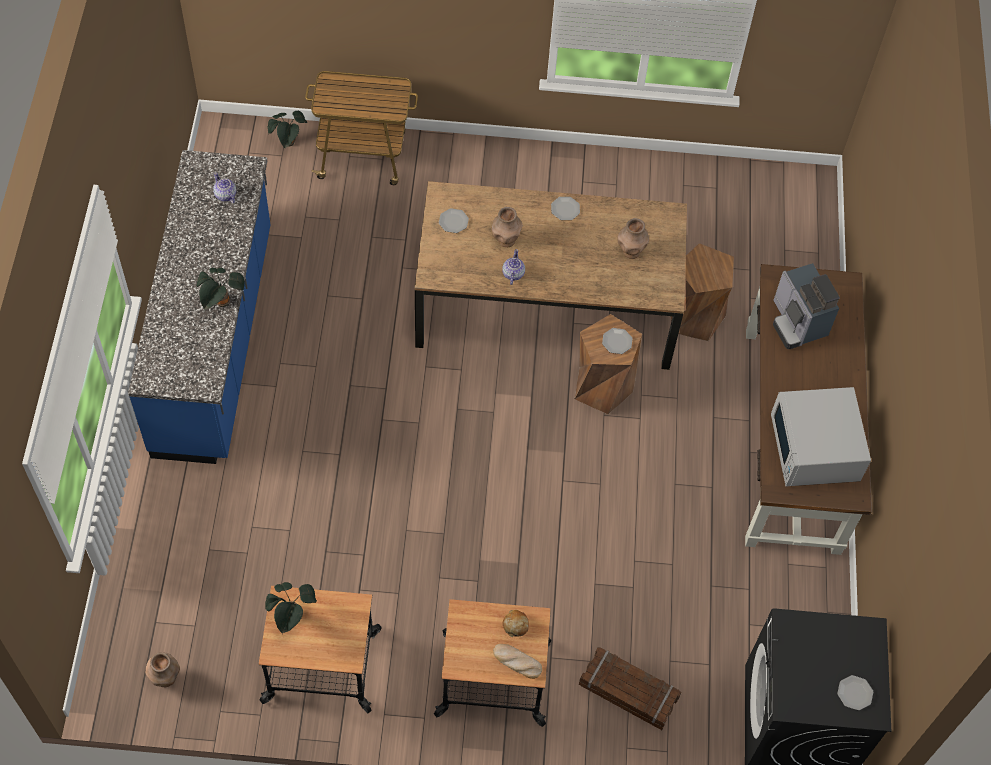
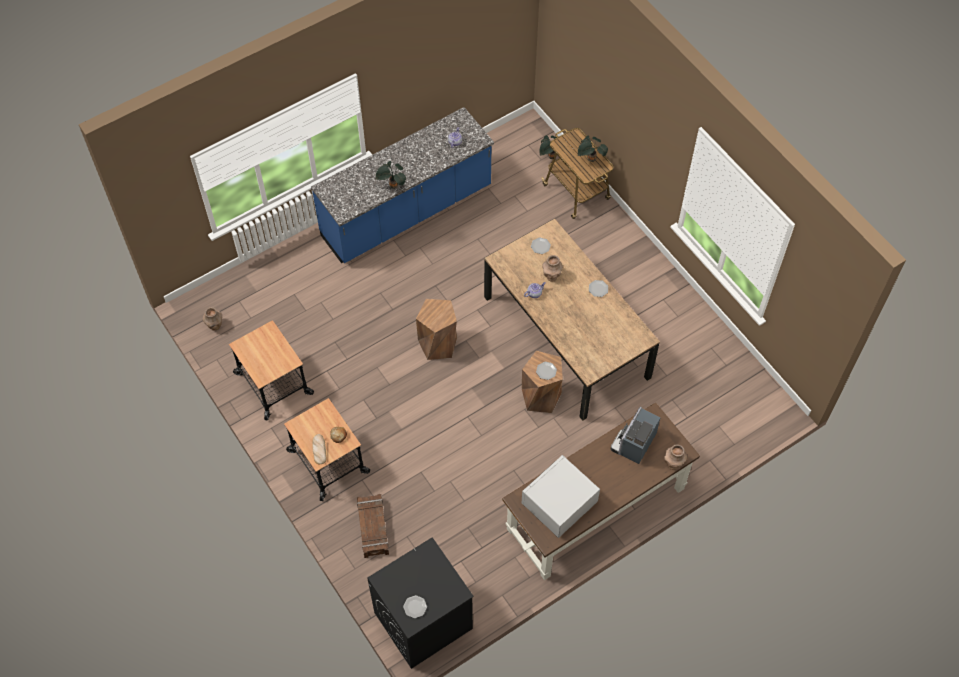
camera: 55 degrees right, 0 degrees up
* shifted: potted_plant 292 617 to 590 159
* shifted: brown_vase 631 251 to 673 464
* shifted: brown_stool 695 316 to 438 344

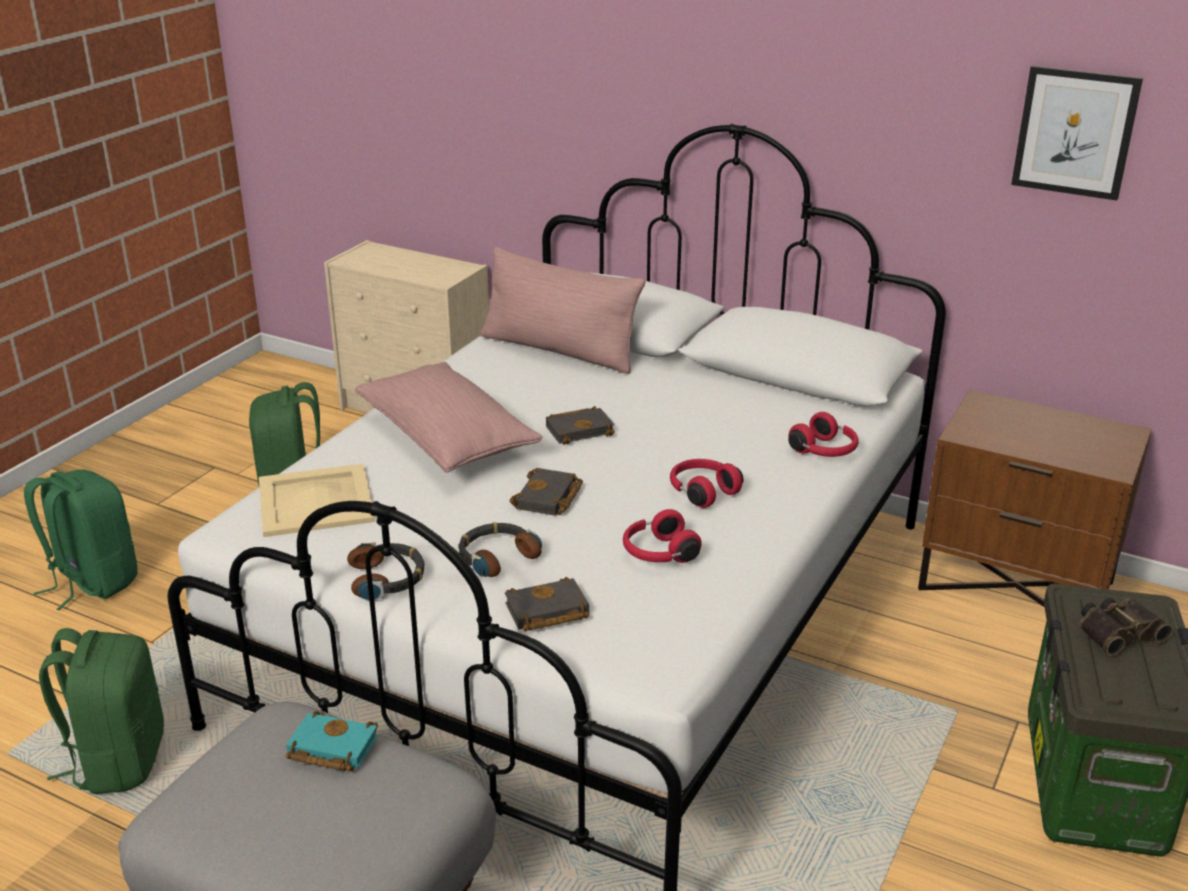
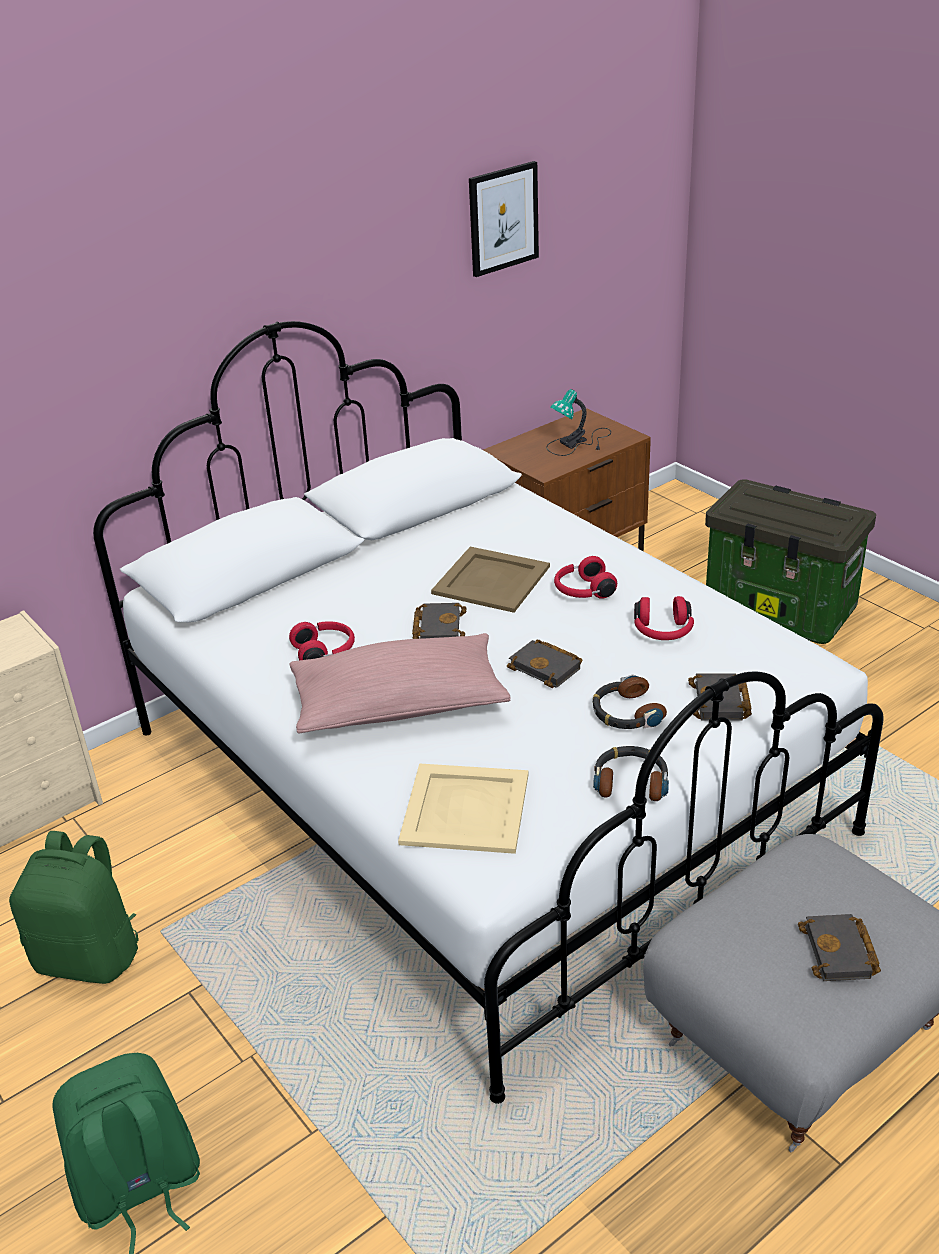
camera: 65 degrees left, 5 degrees up
* gone: green_backpack 118 761
* gone: turquoise_book 329 748
* gone: pink_pillow 559 350
* shifted: red_headphones 825 451 to 325 652
* gone: binoculars 1118 631
* new: beige_tray 490 580
* new: table_lamp 579 442
* new: black_book 841 954

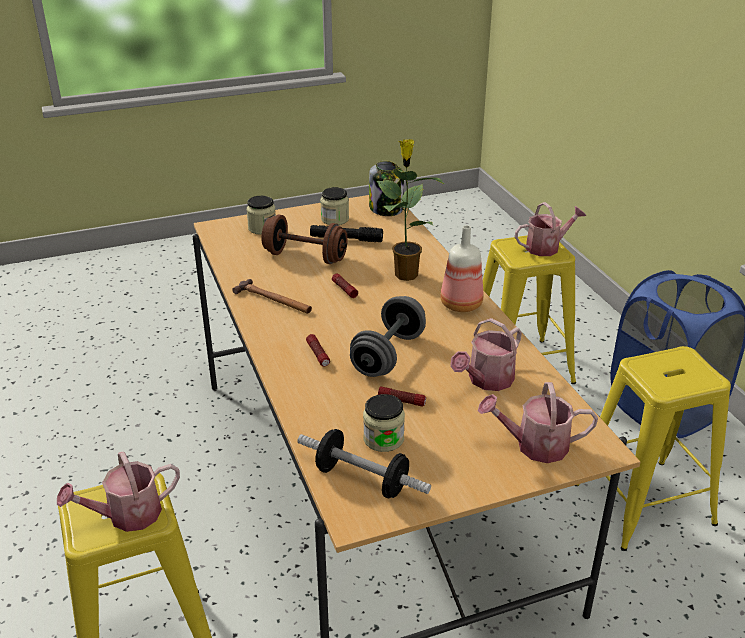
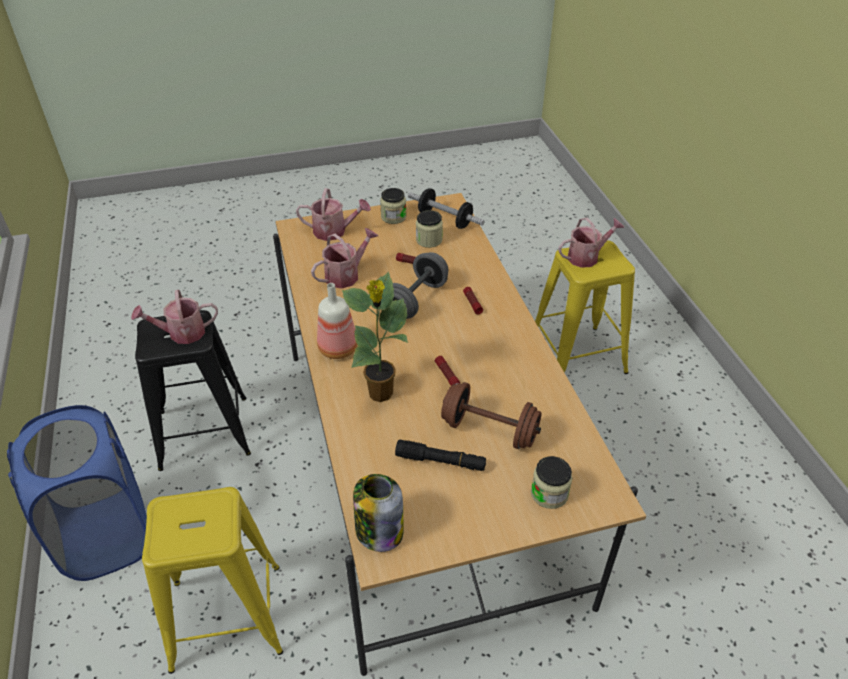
camera: 175 degrees left, 10 degrees up
* gone: hammer 273 300
* shifted: jar 335 219 to 393 217
* shifted: watering_can 546 247 to 181 333
* repainted: yellow_stool 643 504 to black_stool 204 432

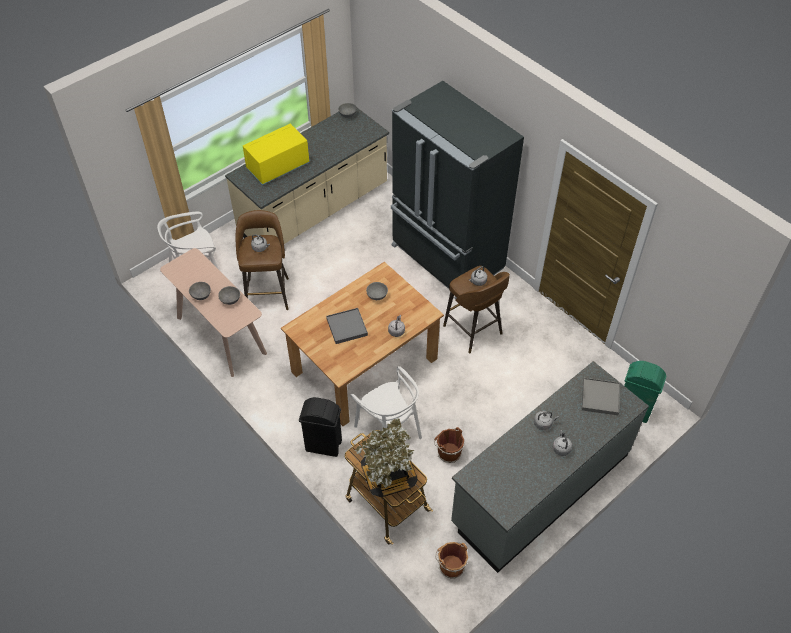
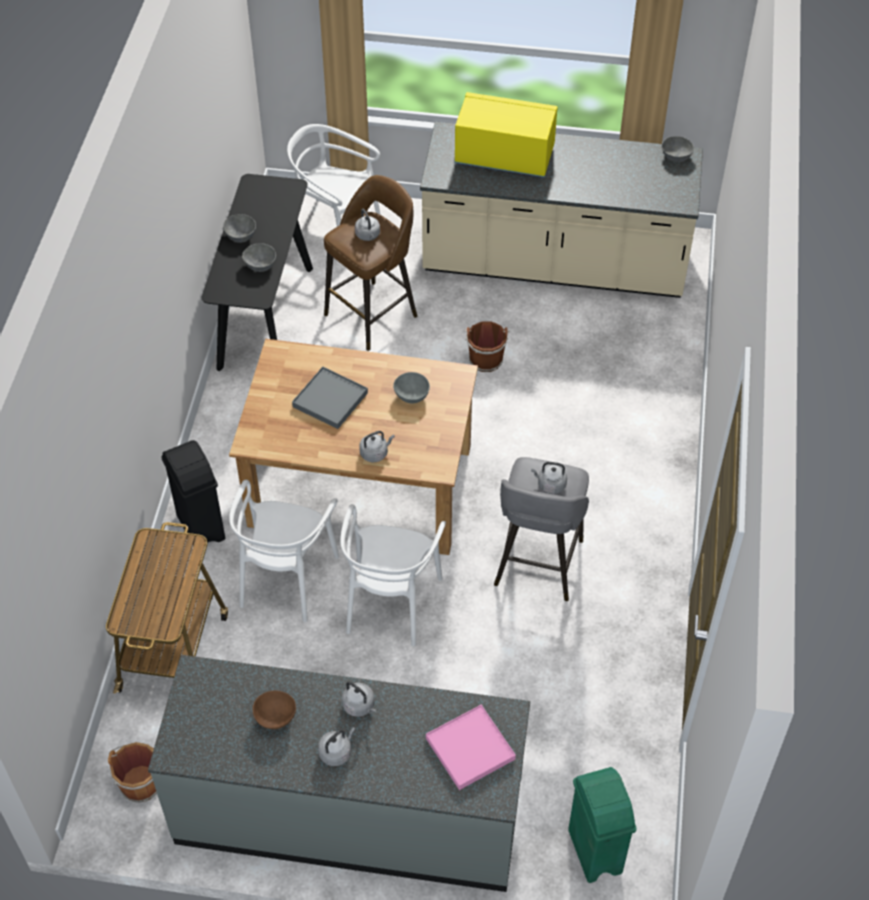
camera: 50 degrees right, 0 degrees up
* repainted: beige_console_table 220 335 to black_console_table 265 317
* gone: potted_plant 388 475
* gone: black_fridge 446 258
* shifted: brown_bucket 448 452 to 485 358
* repainted: brown_stool 473 331 to grey_stool 537 565
* repainted: grey_tray 600 397 to pink_tray 470 749
* new: brown_bowl 276 718
* new: white_chair 390 602

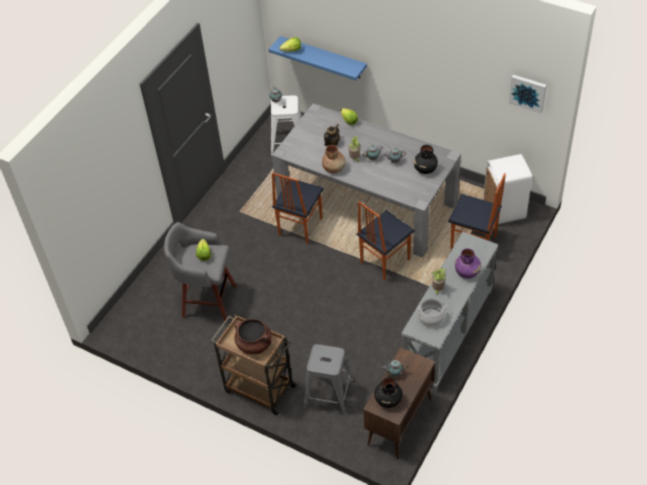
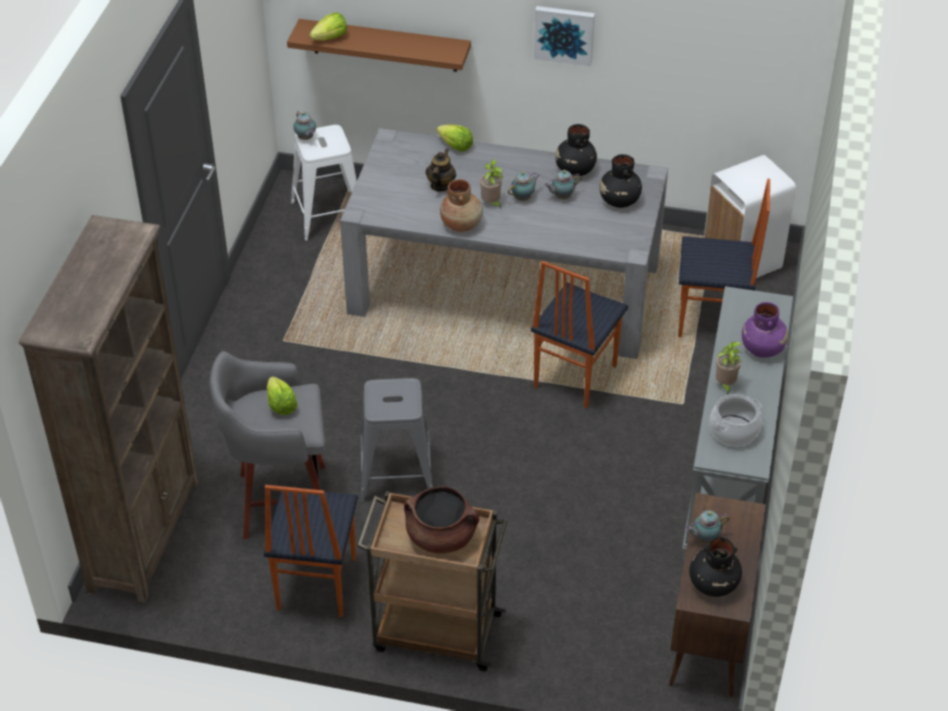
camera: 20 degrees left, 5 degrees down
* repainted: blue_shelf 323 57 to brown_shelf 385 45
* shifted: chair 299 227 to 315 584
* shifted: grey_stool 329 393 to 397 473
* shifted: picture 528 92 to 564 34
* new: brown_bookcase 145 534
* new: black_vase 575 170

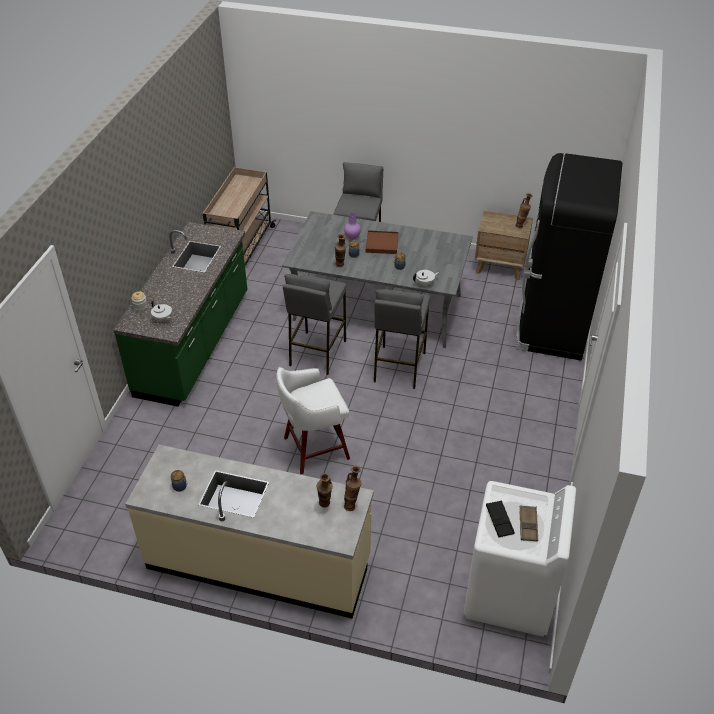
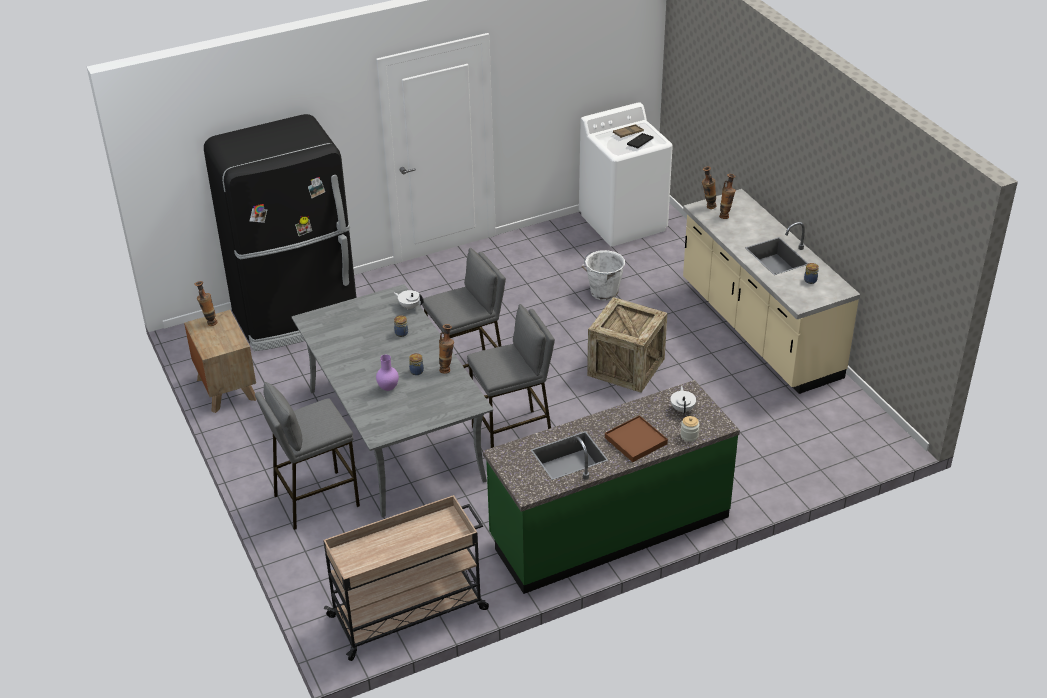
camera: 130 degrees left, 5 degrees down
* swapped: white_stool 314 448 to crate 626 367
* shifted: brown_tray 382 244 to 635 441
* new: white_bucket 603 292

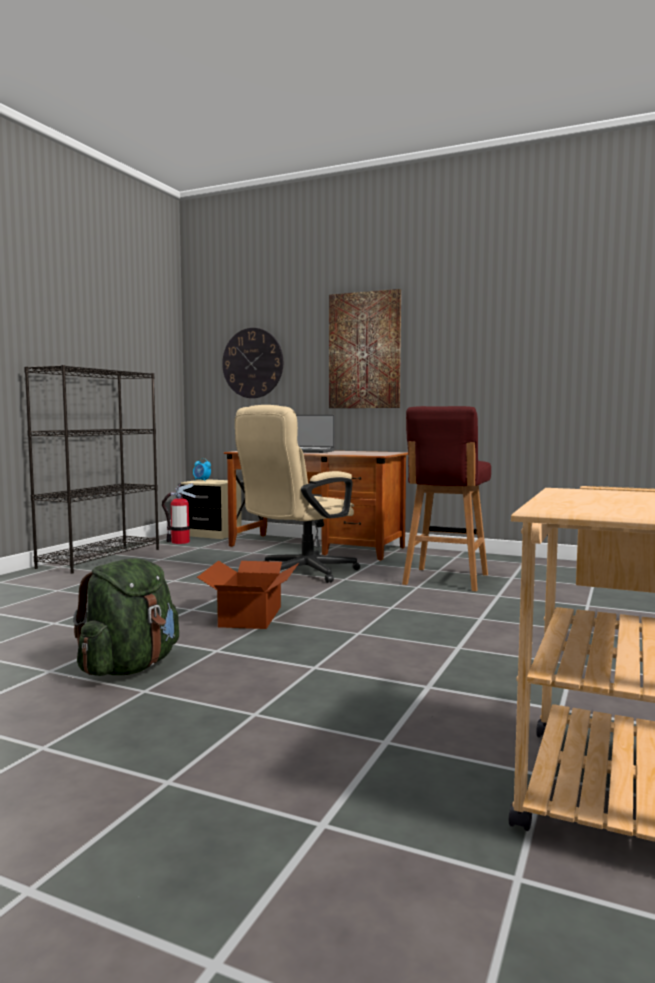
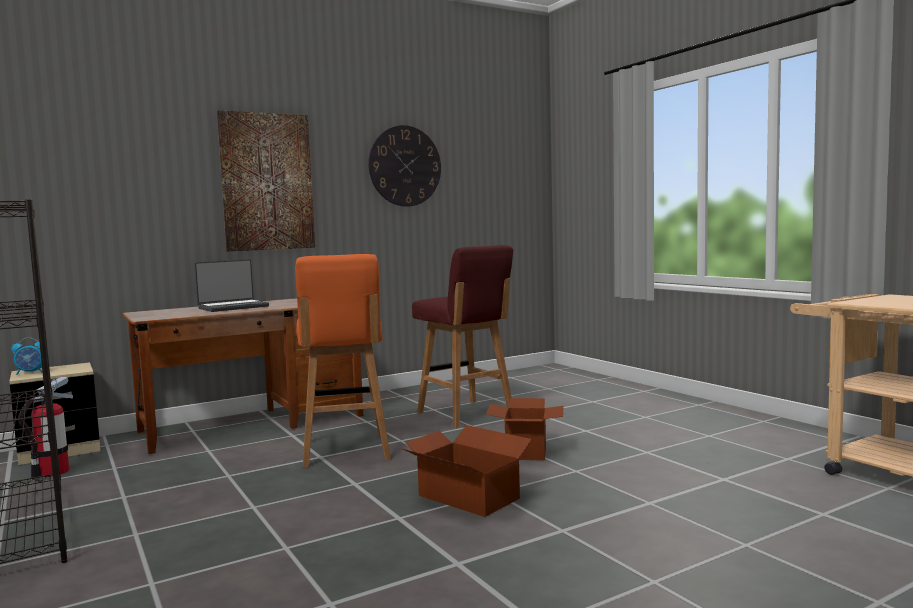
camera: 55 degrees left, 0 degrees up
* gone: green_backpack 130 667
* shifted: wall_clock 252 363 to 405 166
* swapped: beige_office_chair 298 573 to orange_stool 345 451
* new: cardboard_box 526 453

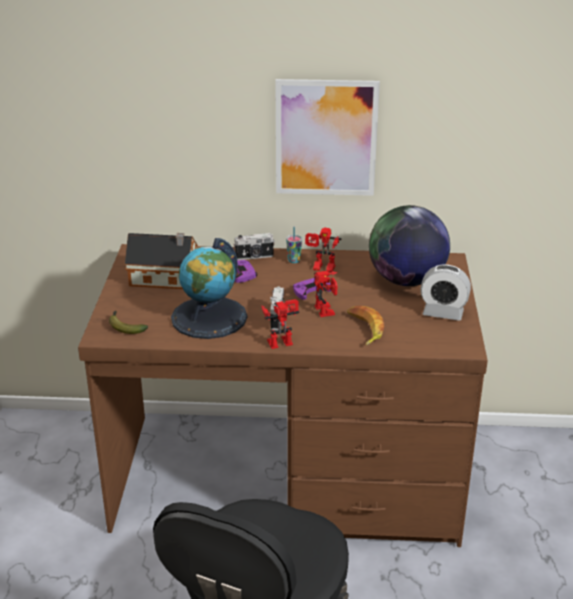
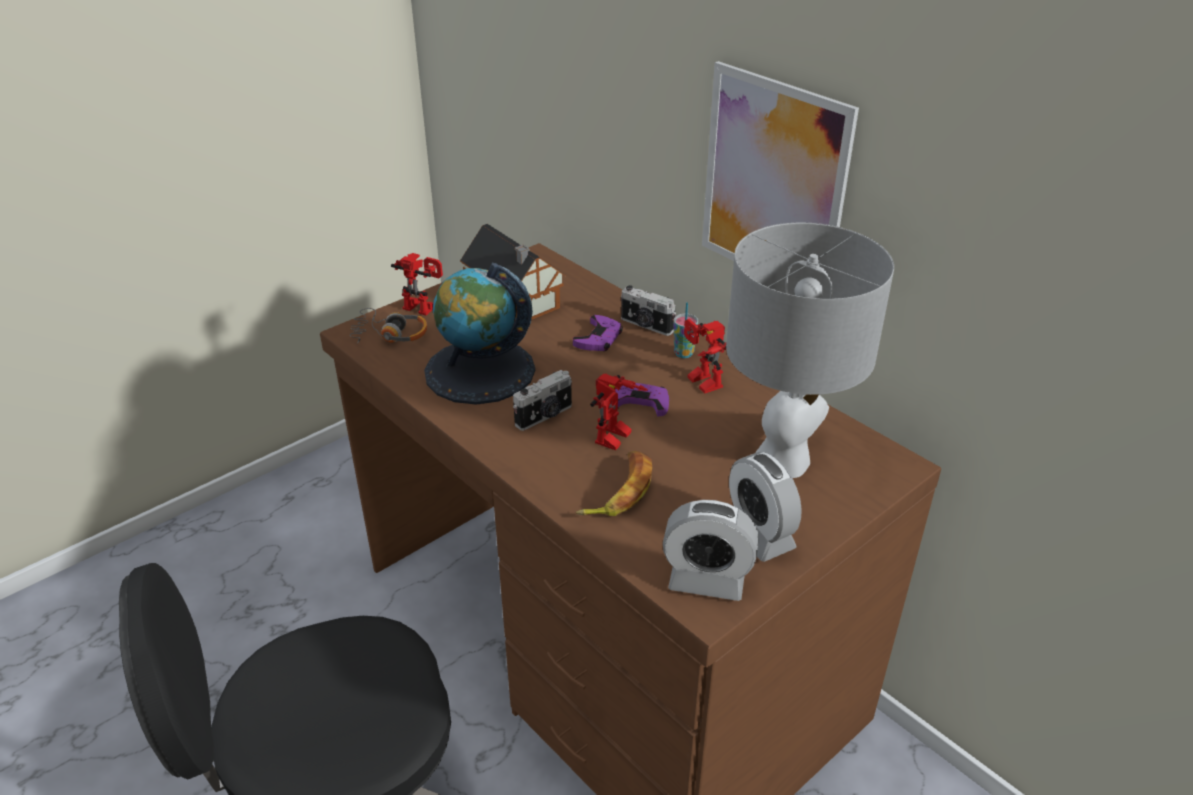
camera: 45 degrees right, 5 degrees up
* swapped: banana 125 326 to headphones 390 335
* shifted: toy_robot 280 340 to 424 306
* swapped: globe 406 280 to grey_table_lamp 784 458
* new: alarm_clock 706 581

